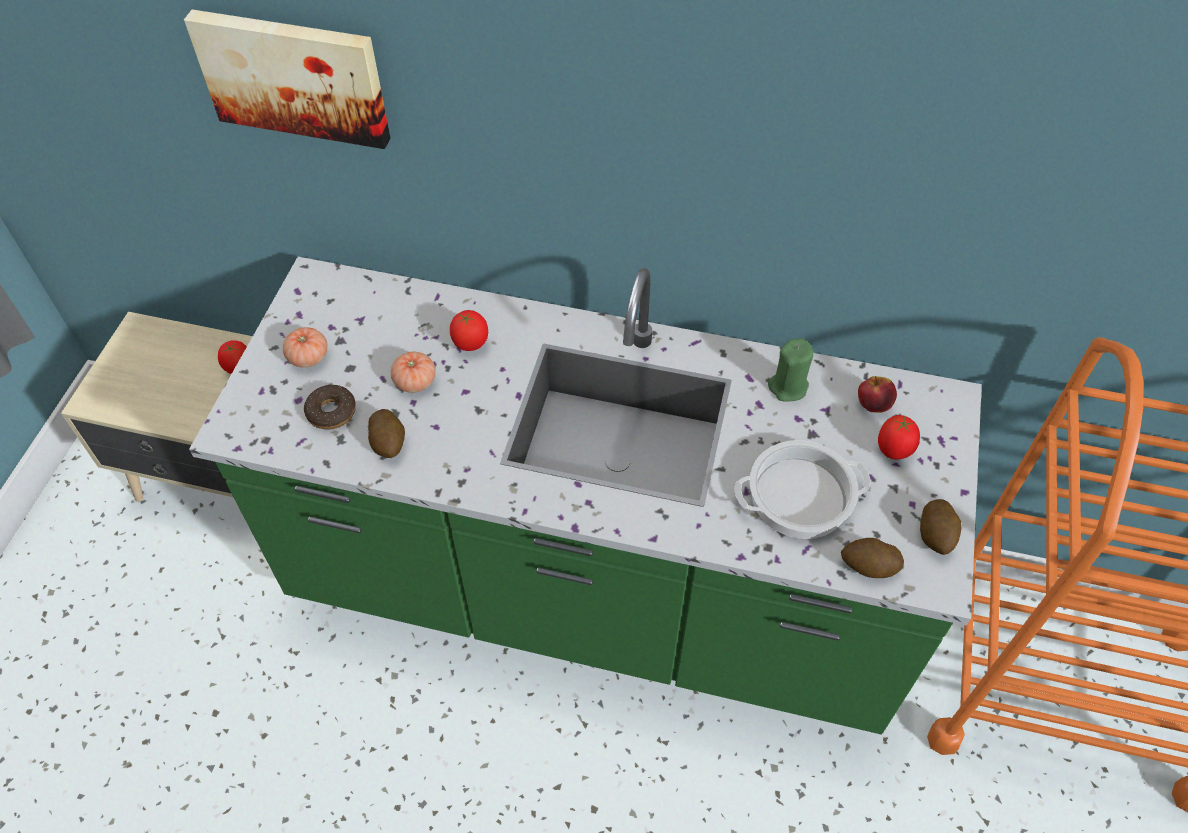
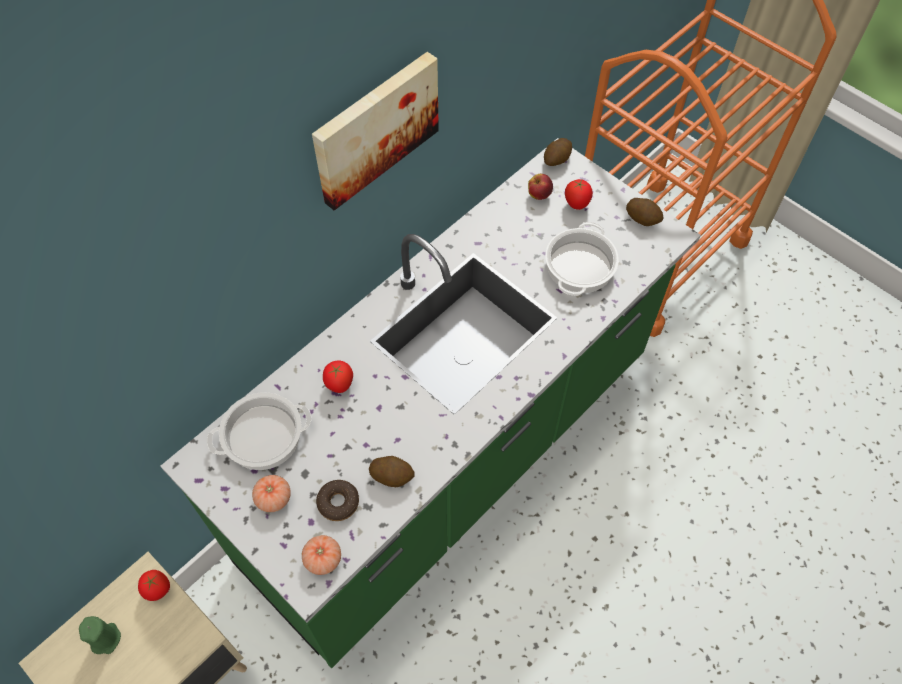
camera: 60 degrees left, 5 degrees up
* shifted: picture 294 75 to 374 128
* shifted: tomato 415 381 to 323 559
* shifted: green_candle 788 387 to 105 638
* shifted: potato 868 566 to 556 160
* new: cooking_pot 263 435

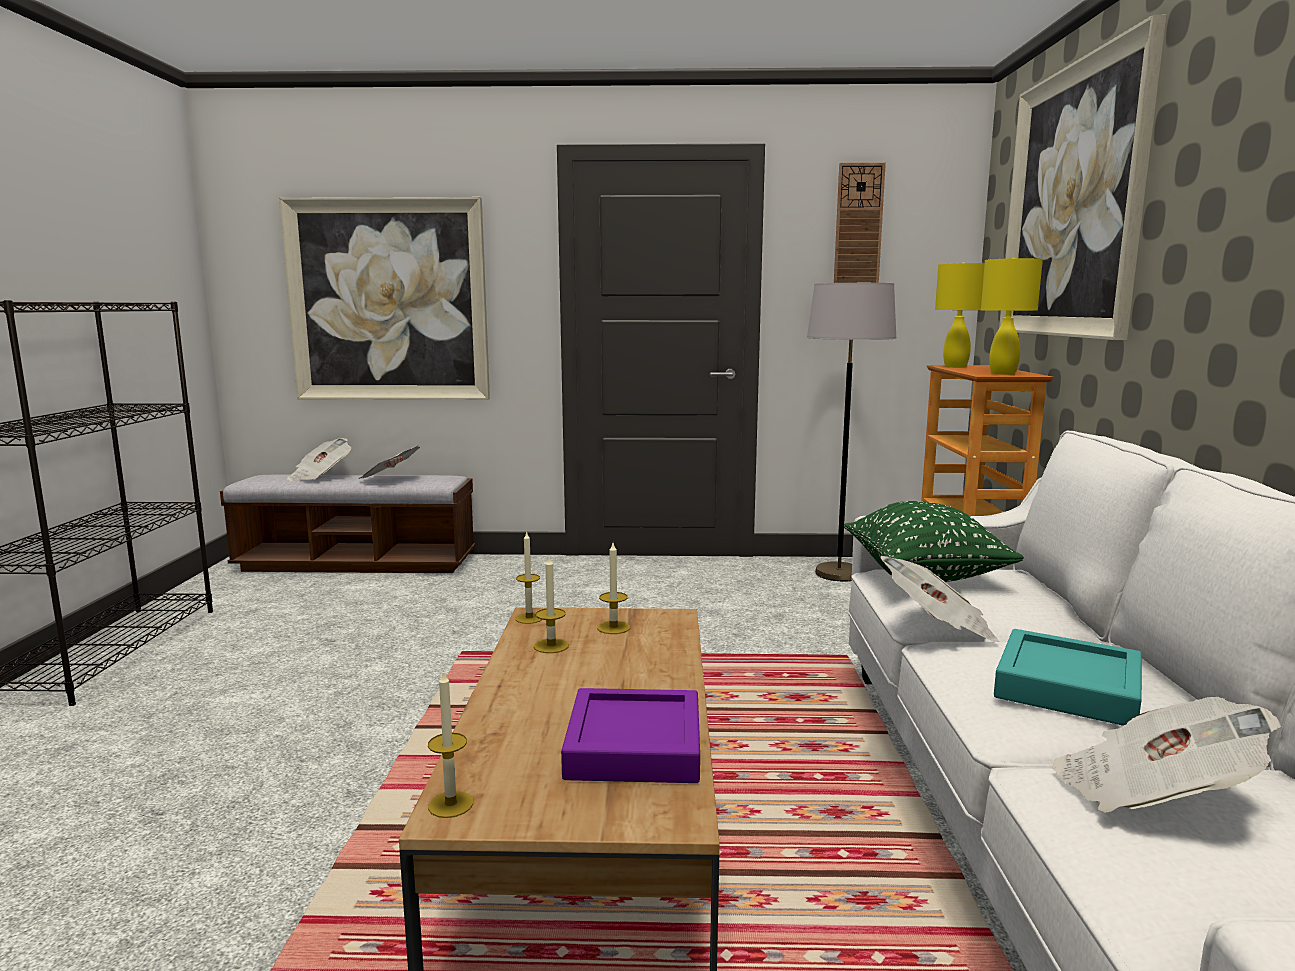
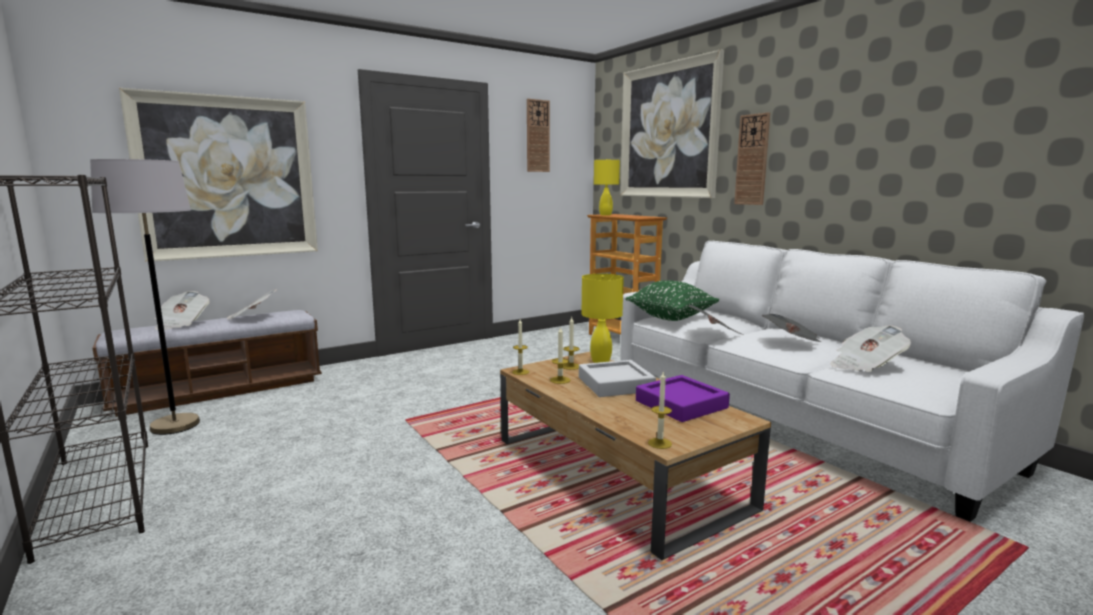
camera: 35 degrees left, 0 degrees up
* shifted: grey_floor_lamp 839 574 to 175 425
* shifted: yellow_table_lamp 1004 373 to 601 361
* swapped: turquoise_tray 1067 688 to newspaper 792 343
* new: grey_tray 615 384
* new: wall_clock 752 160

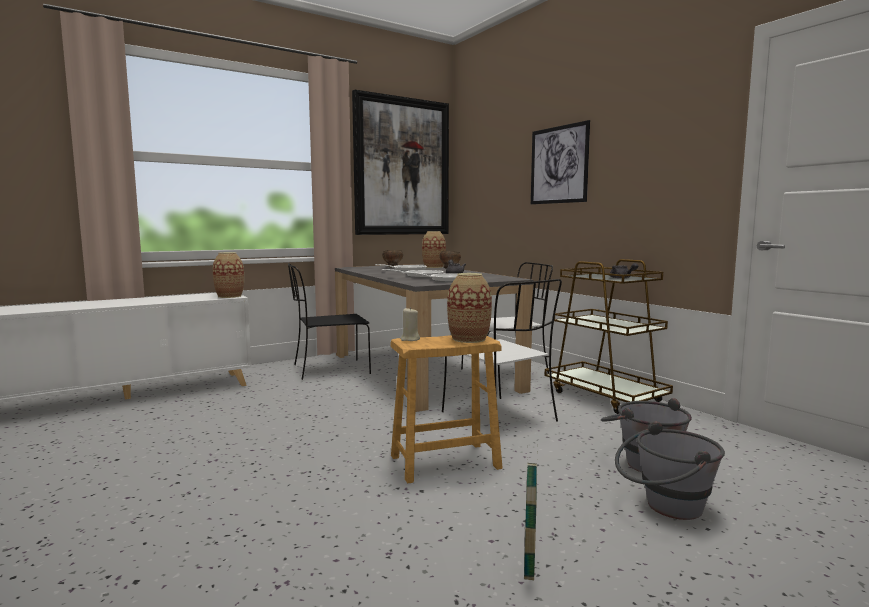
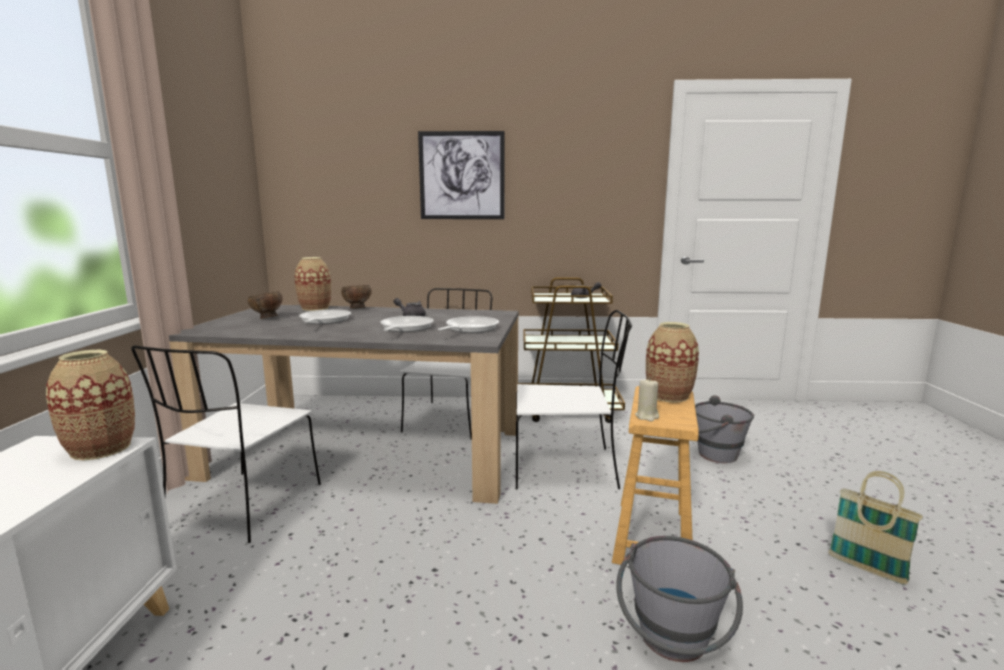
camera: 55 degrees left, 5 degrees up
* repainted: black_chair 329 370 to white_chair 243 507
* gone: picture 402 167
* shifted: grey_bucket 664 507 to 672 647

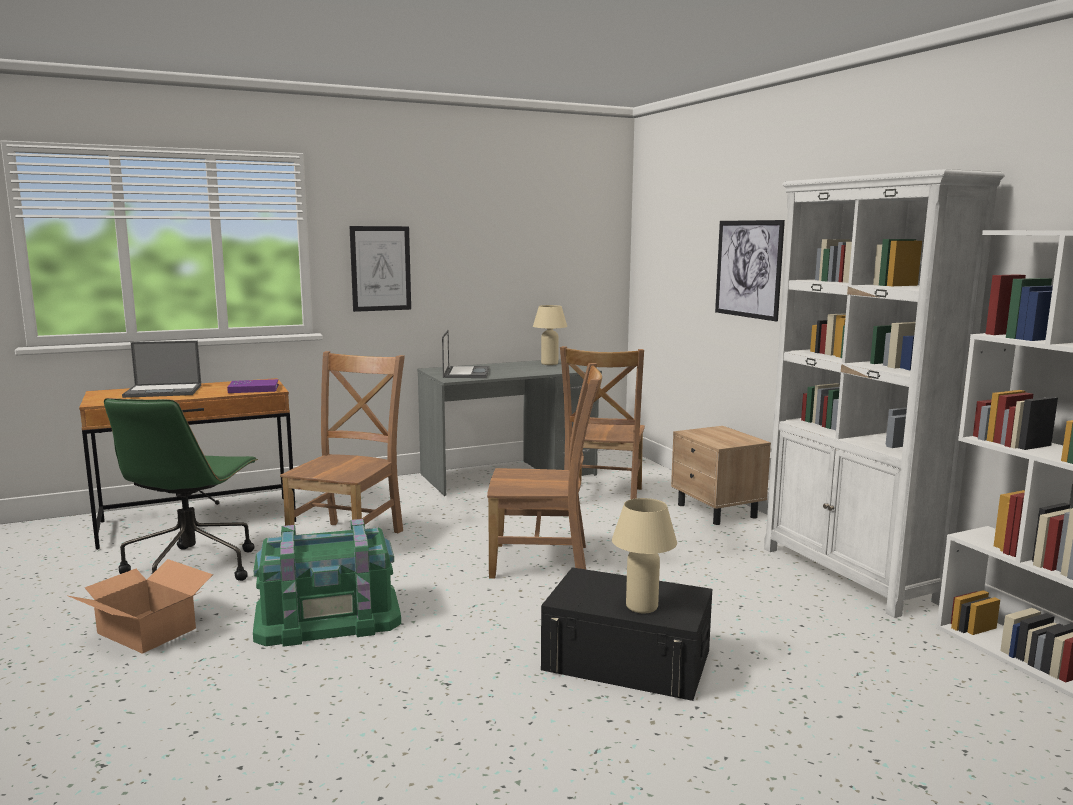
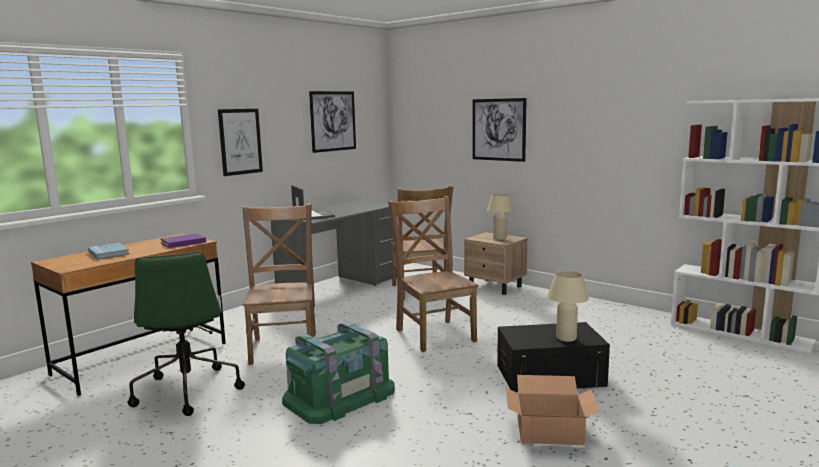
camera: 25 degrees left, 0 degrees up
* shifted: cardboard_box 146 631 to 550 431
* swapped: laptop 164 391 to blue_book 108 253
* rotated: brown_chair 544 562 = 434 334 90 degrees counterclockwise
* shifted: beige_table_lamp 549 364 to 499 238
* gone: white_bookcase 849 575
* new: picture 333 121

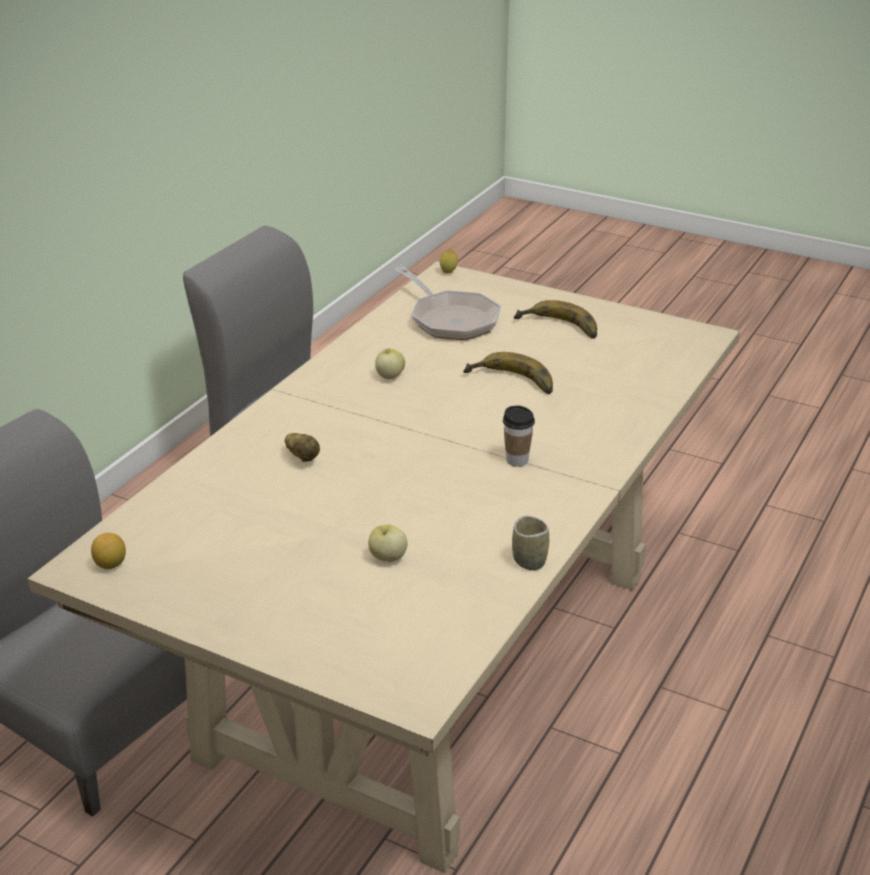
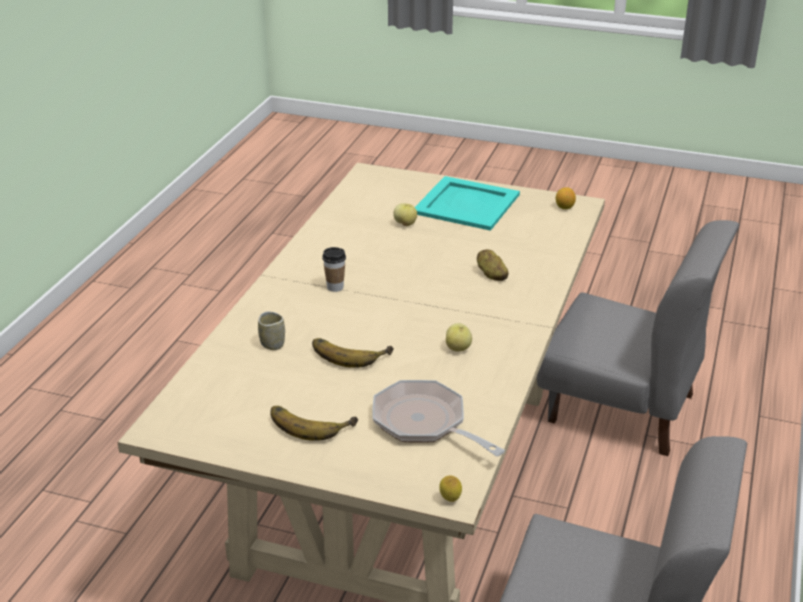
camera: 170 degrees right, 0 degrees up
* shifted: cup 529 561 to 272 344
* new: turquoise_tray 467 204

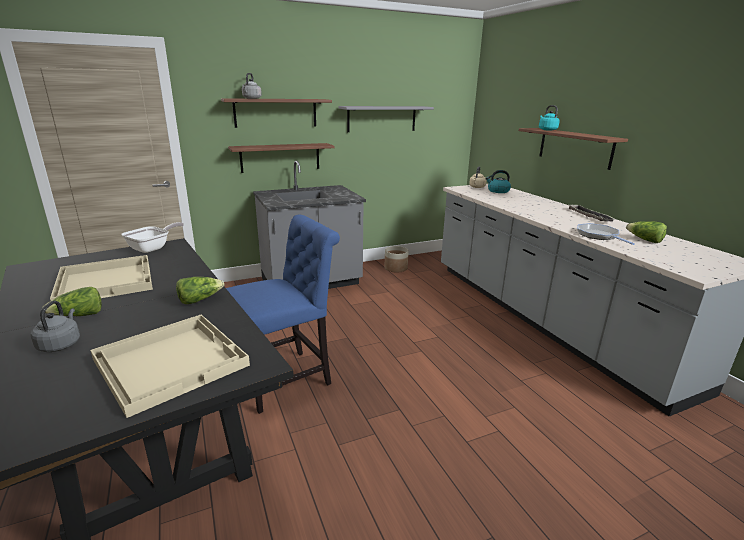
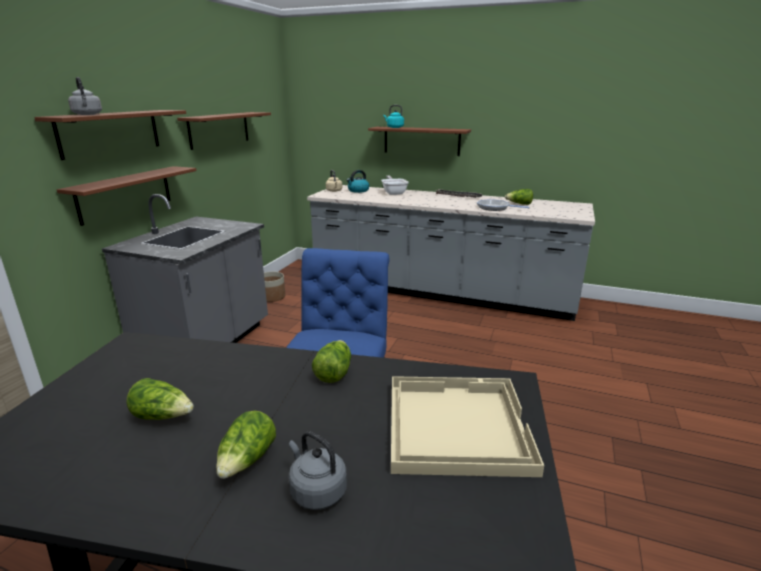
camera: 45 degrees left, 0 degrees up
* swapped: beige_tray 107 280 to lettuce 163 416
* shifted: frying_pan 153 248 to 394 192
* repainted: grey_shelf 382 118 to brown_shelf 219 129

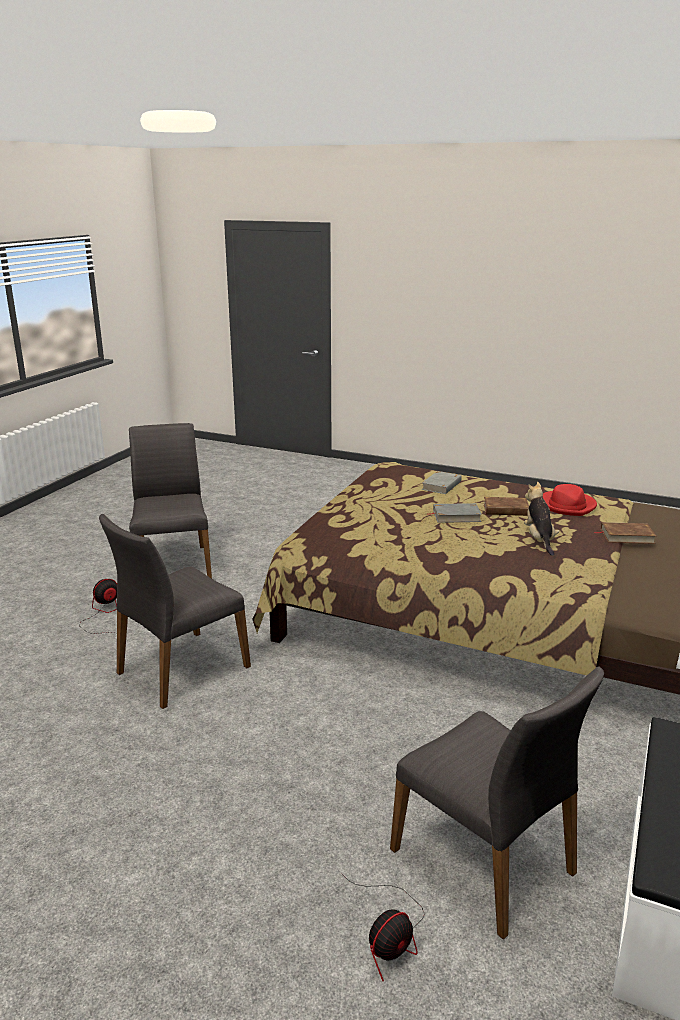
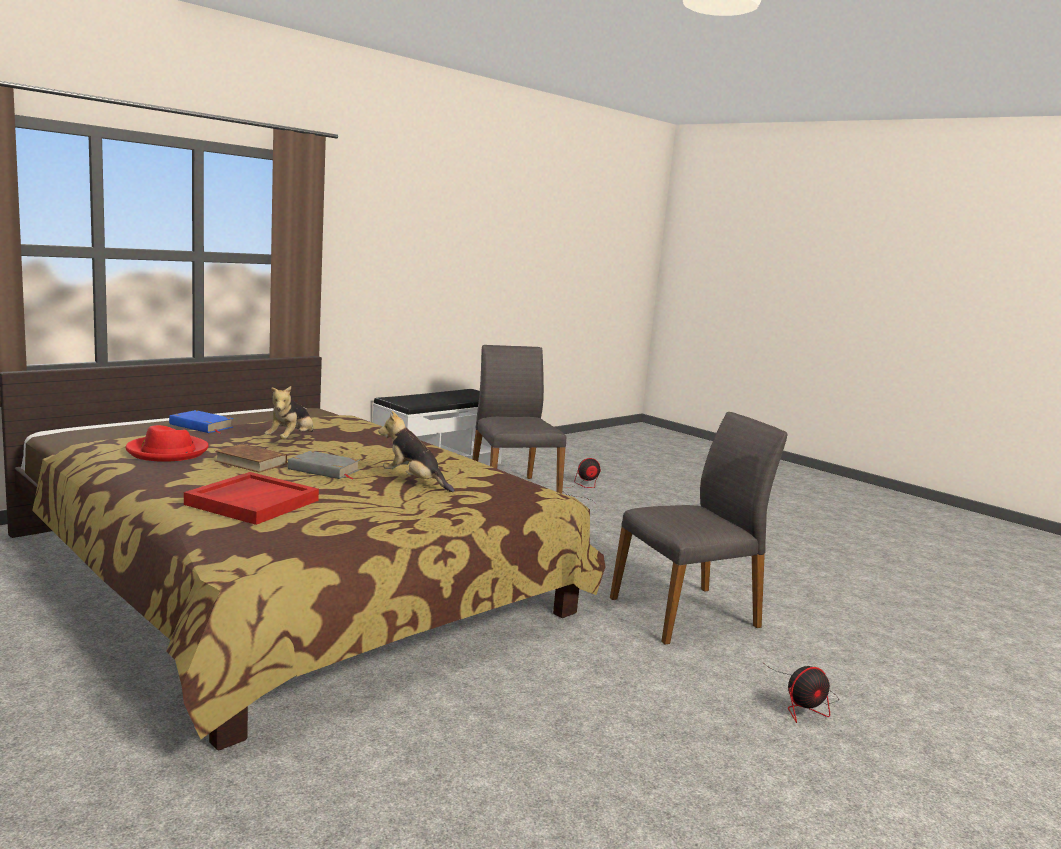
camera: 160 degrees left, 10 degrees down
* gone: grey_chair 173 565
* swapped: grey_book 441 485 to red_tray 252 502
* repainted: brown_book 626 536 to blue_book 201 426
* new: plush_toy 414 482

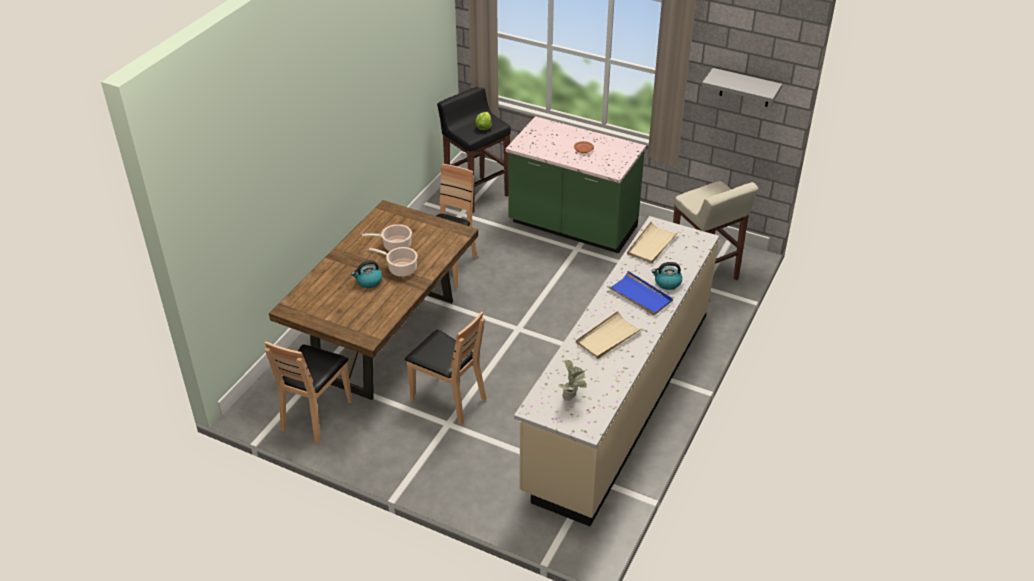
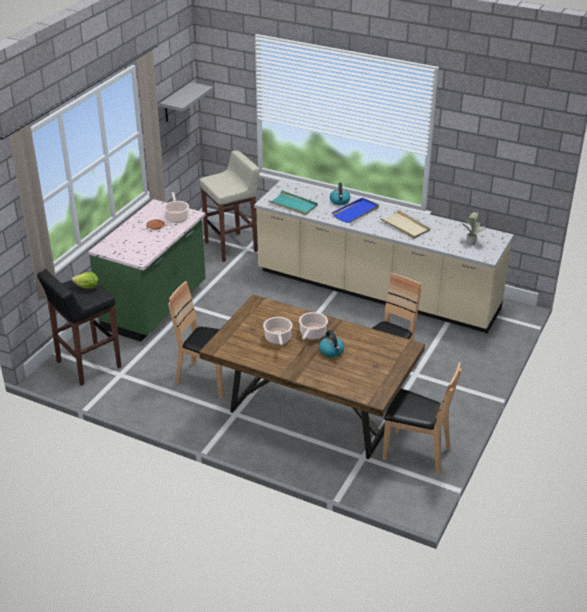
camera: 90 degrees left, 5 degrees down
* repainted: beige_tray 651 245 to turquoise_tray 293 205
* new: cooking_pot 177 217

